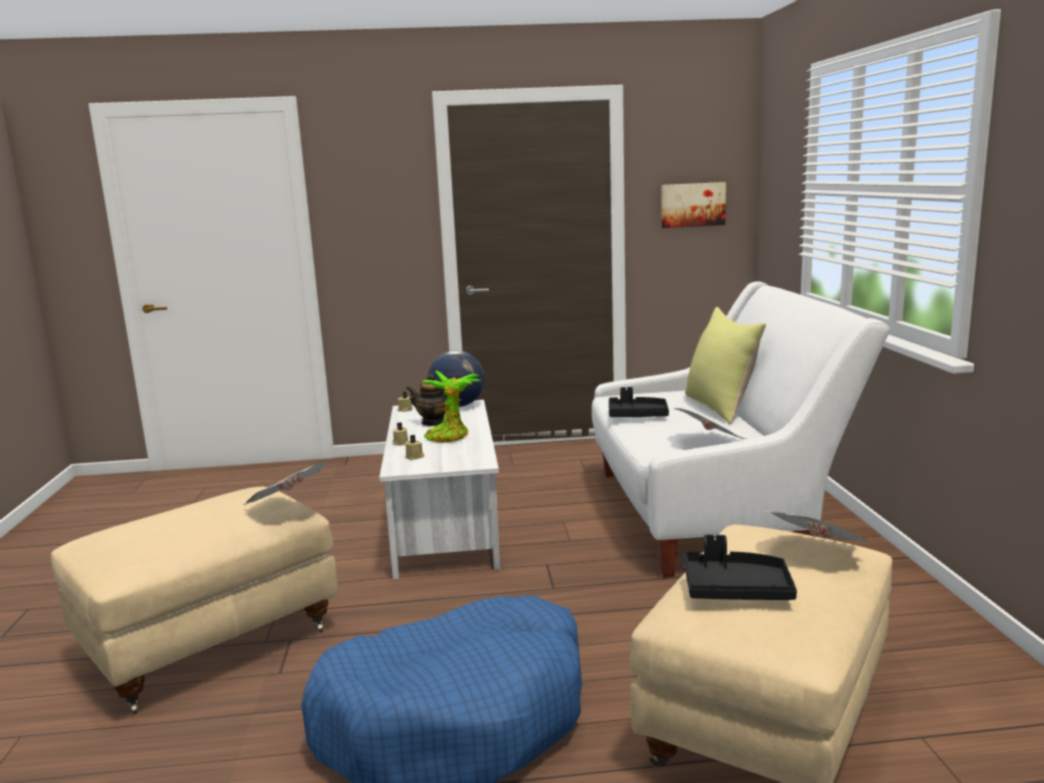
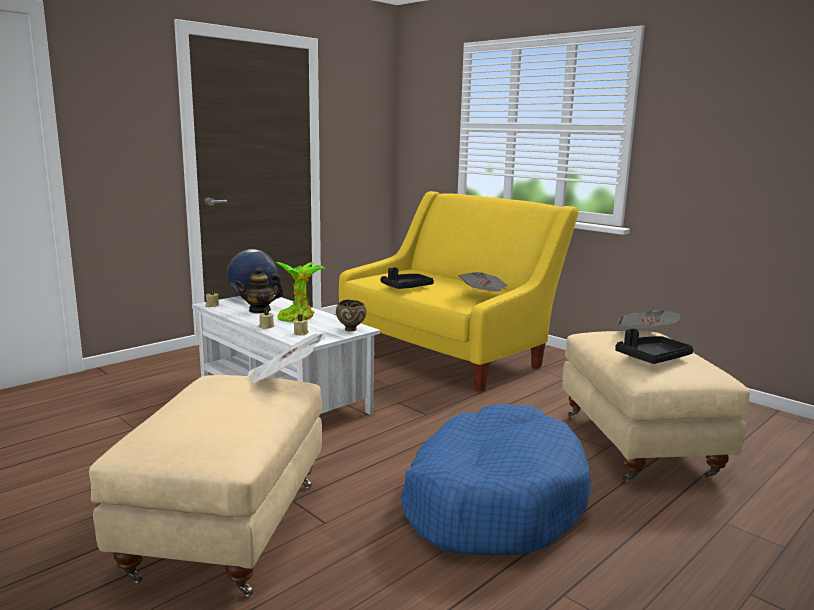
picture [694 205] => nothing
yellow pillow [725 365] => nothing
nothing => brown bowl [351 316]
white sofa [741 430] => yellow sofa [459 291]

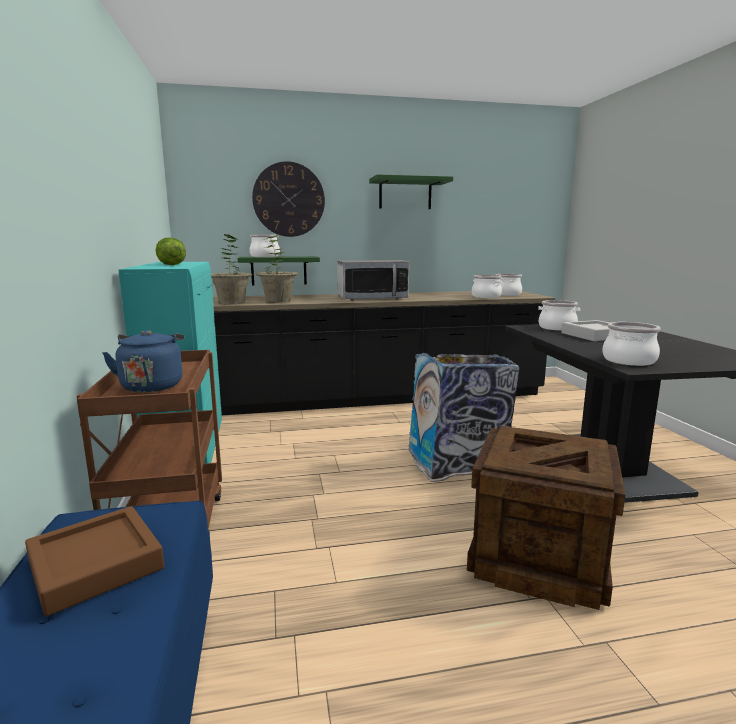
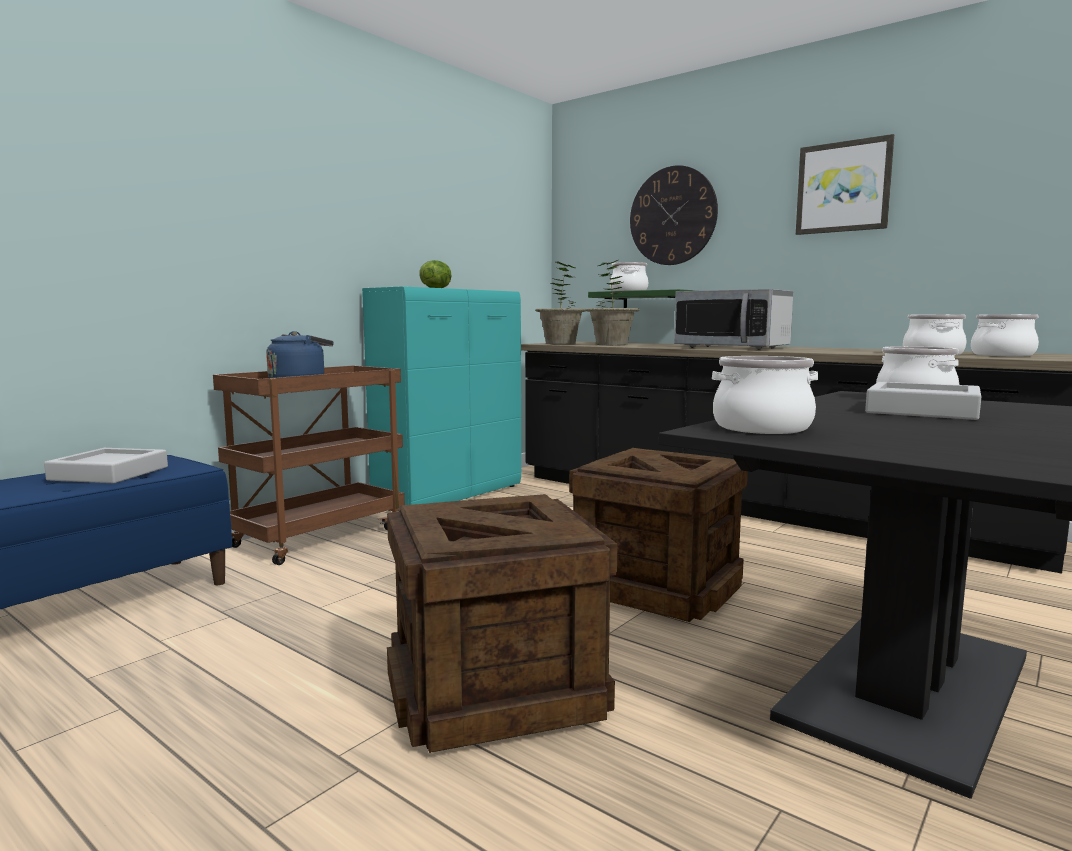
green shelf [411 191] => picture [845 184]
trash can [464 417] => crate [658 535]
brown tray [94 561] => grey tray [106 465]

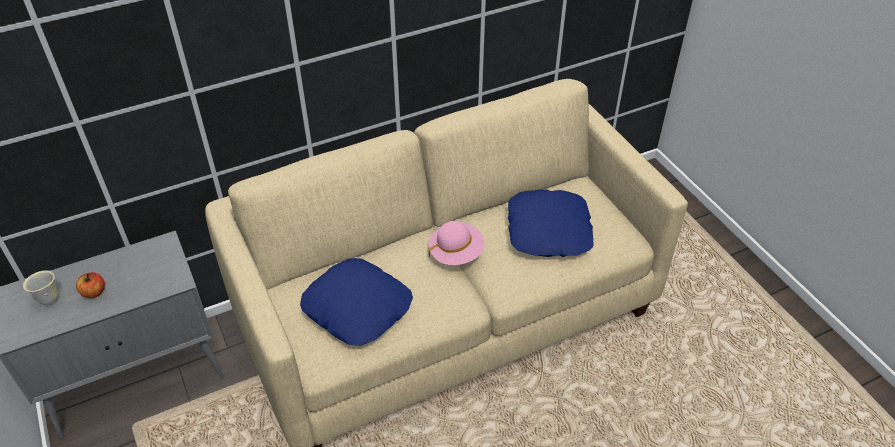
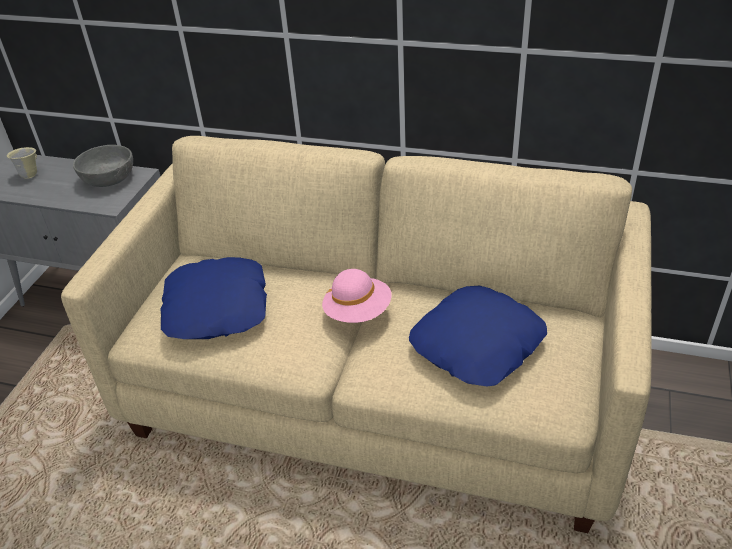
apple [90 285] => nothing
nothing => grey bowl [103 166]

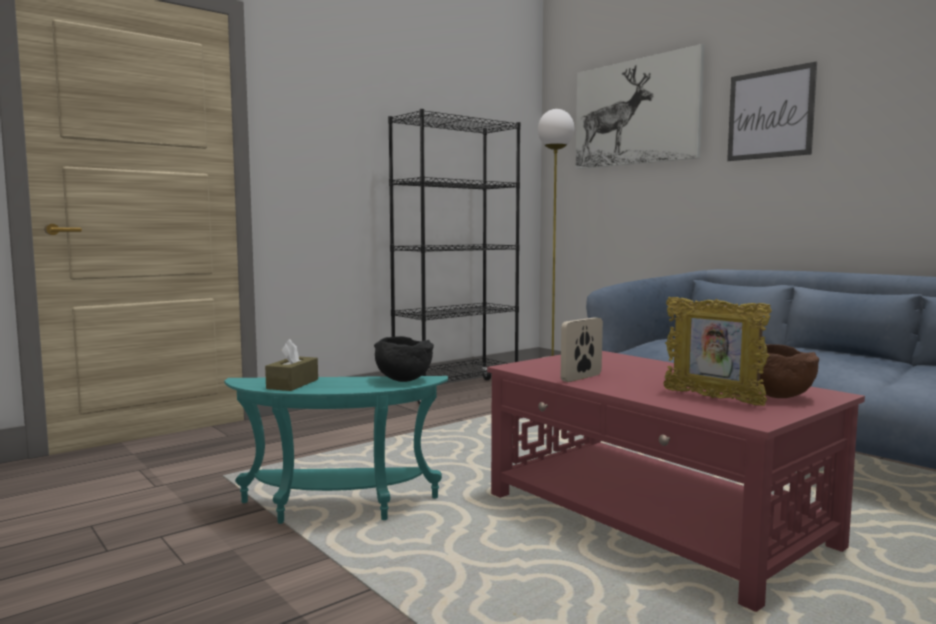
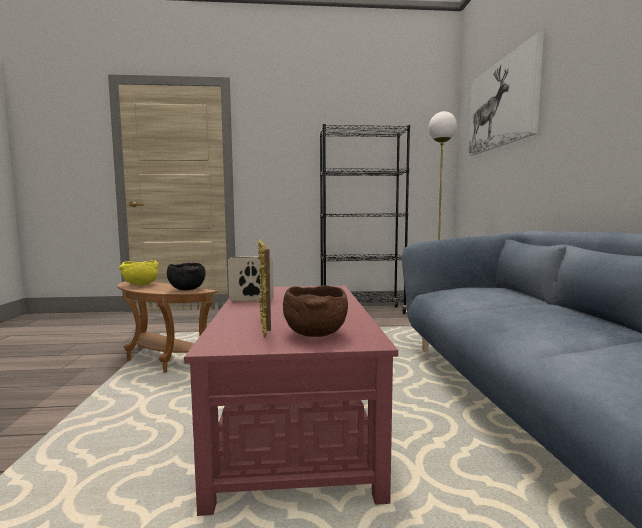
picture [772 111] => nothing
brown tissue box [291 365] => yellow bowl [139 272]
turquoise side table [336 450] => brown side table [168 327]

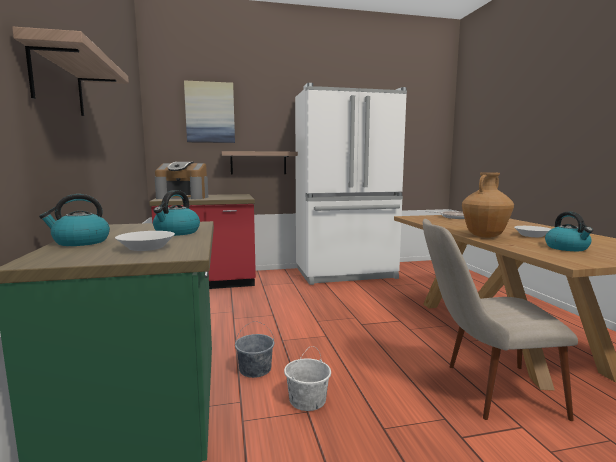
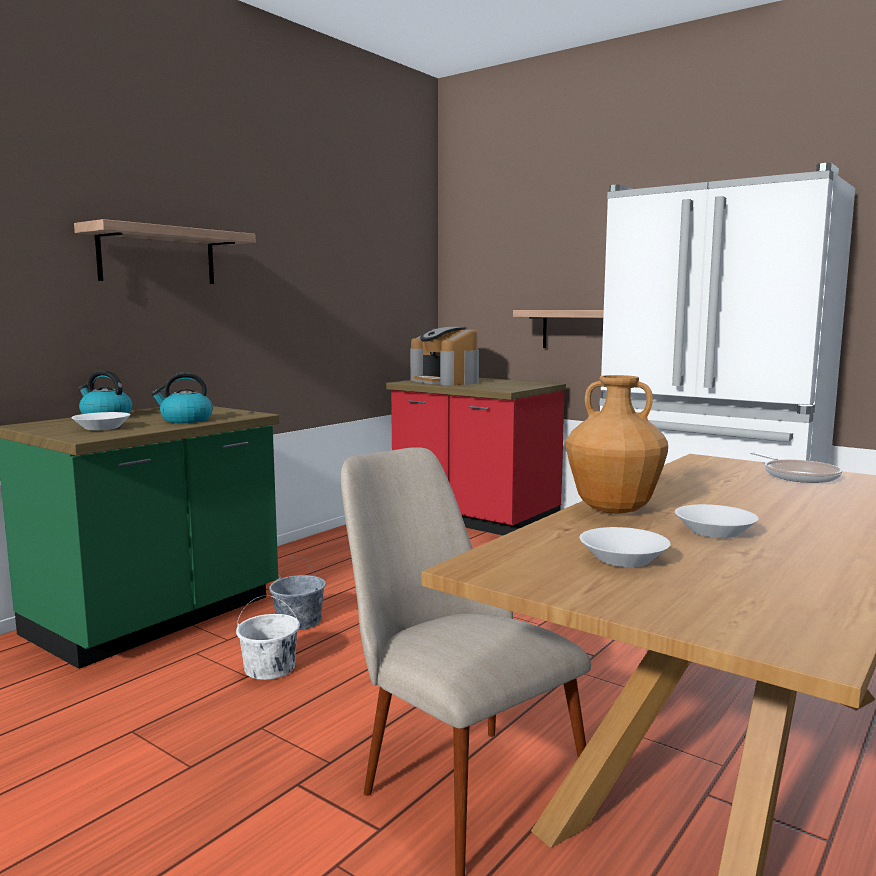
picture [209 111] => nothing
kettle [569 231] => white bowl [625 547]

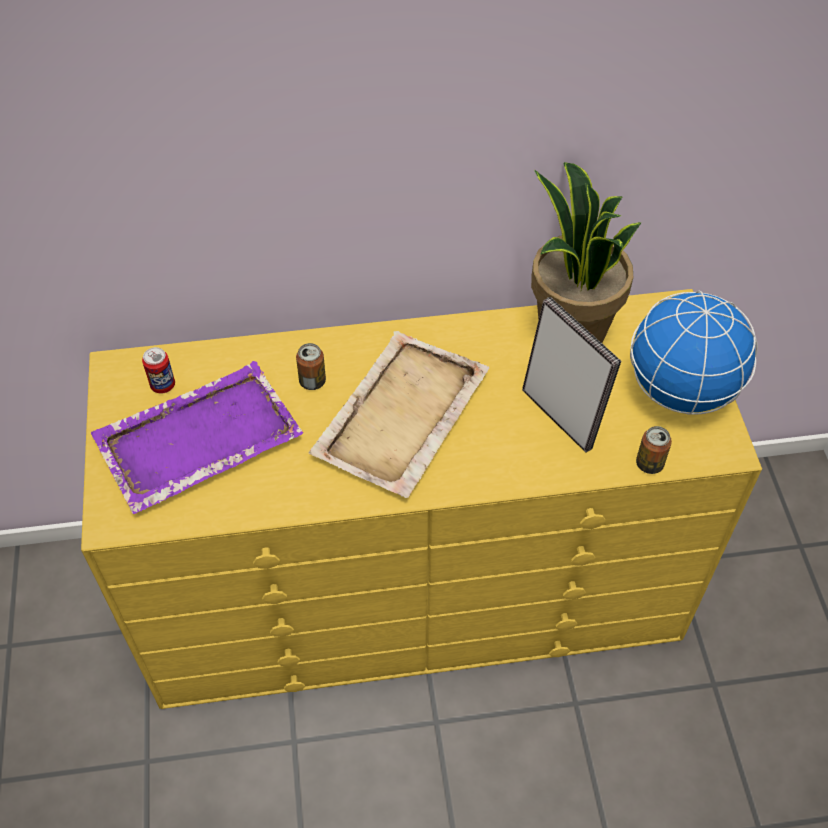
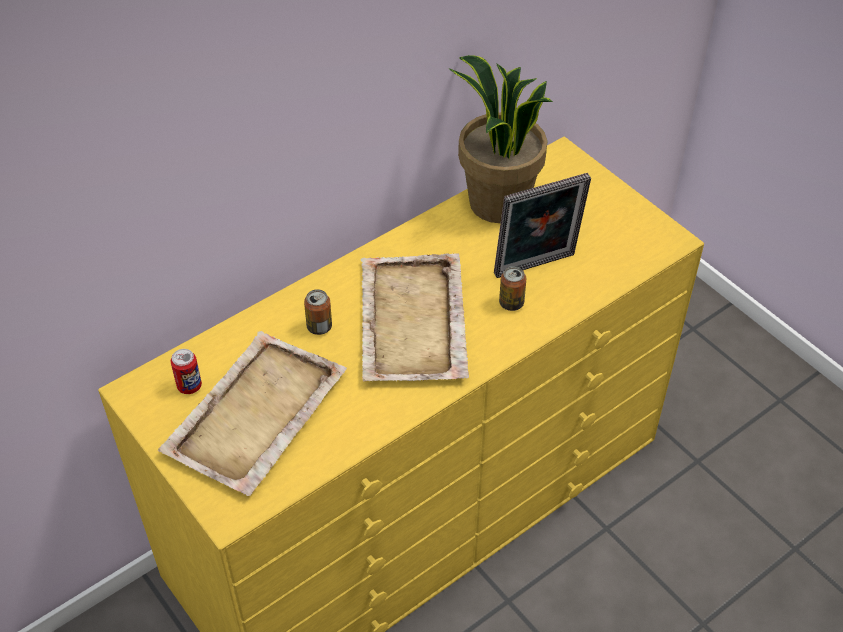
globe [694 353] => nothing
can [654 450] => can [512 288], moved
purple tray [197 437] => beige tray [252 413]
picture frame [571 374] => picture frame [542 225], 135 degrees clockwise

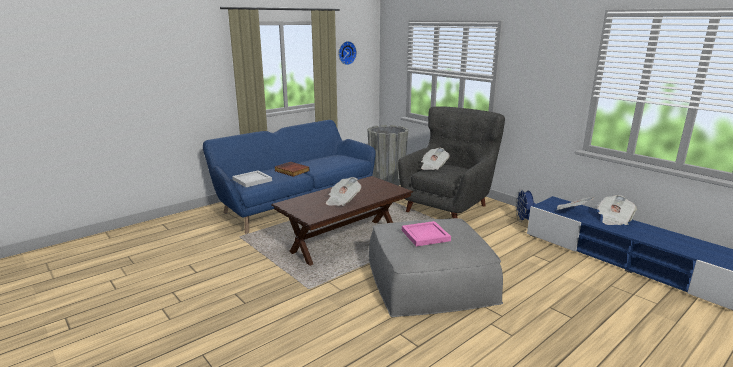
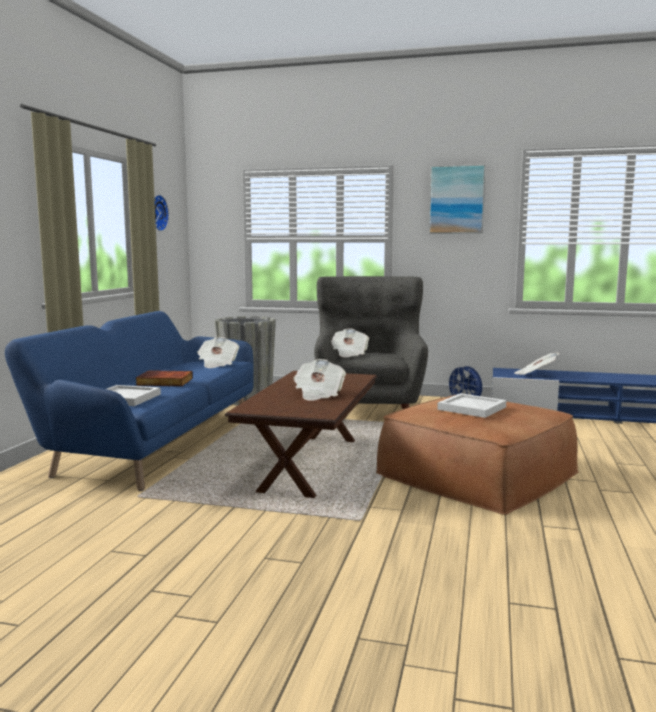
nothing => picture [457 199]
newspaper [617 210] => newspaper [218 352], moved
grey ottoman [436 267] => brown ottoman [477 455]
pink tray [426 233] => white tray [471 405]

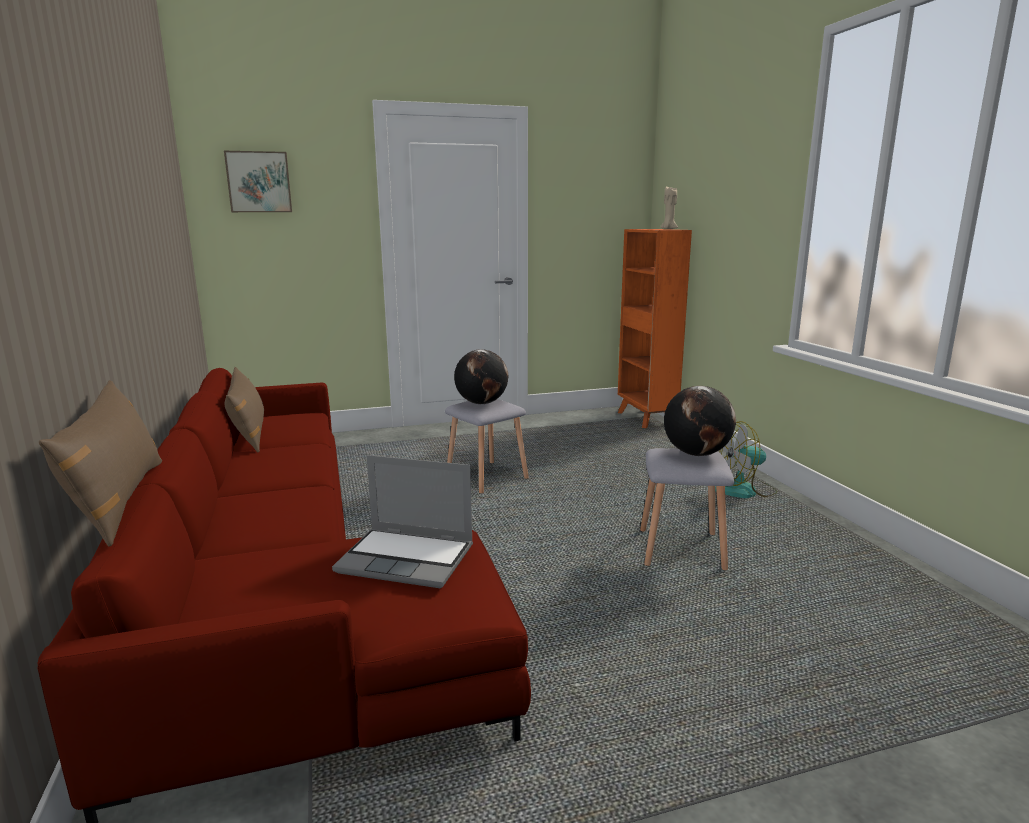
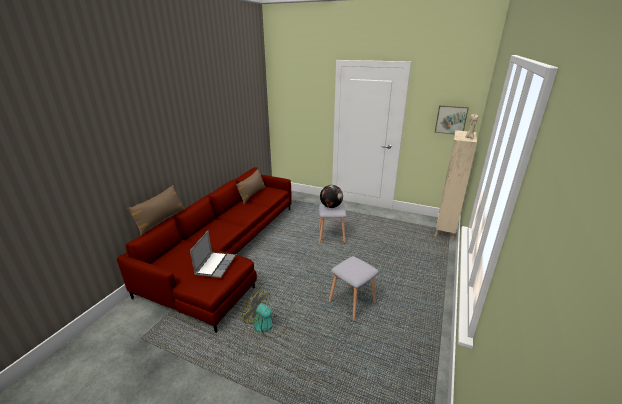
globe [700 421] => nothing
picture [258 181] => picture [452 119], moved
fan [746 459] => fan [264 313], moved
orange bookcase [655 328] => beige bookcase [455 185]
laptop [402 521] => laptop [213 254], 135 degrees counterclockwise

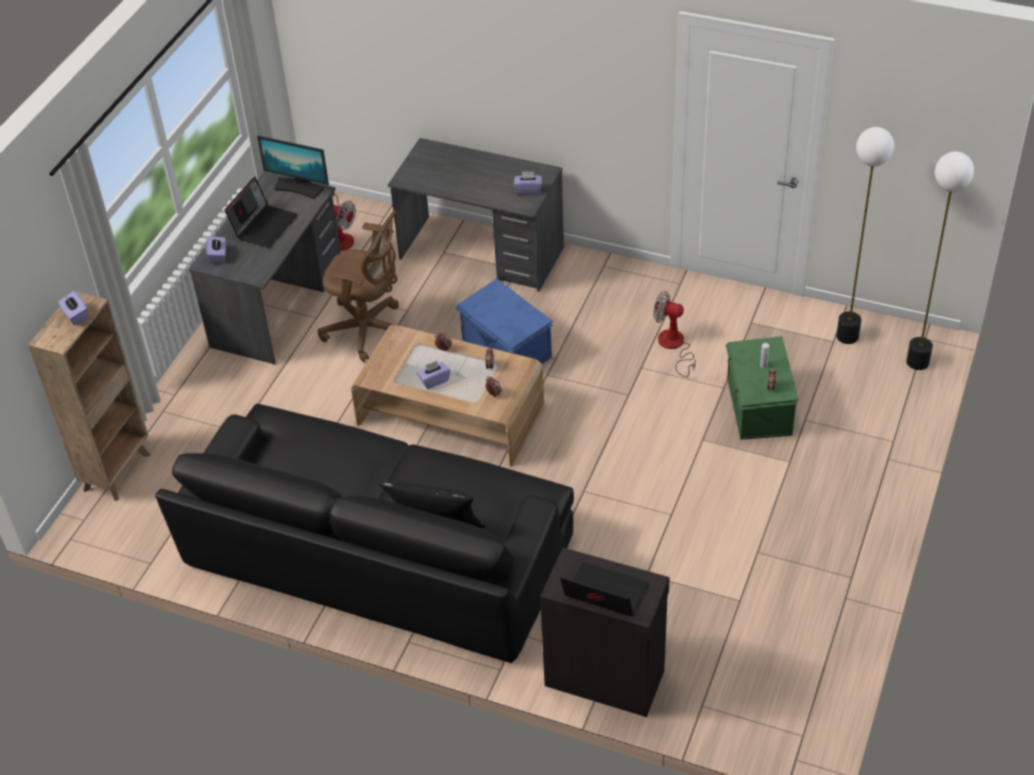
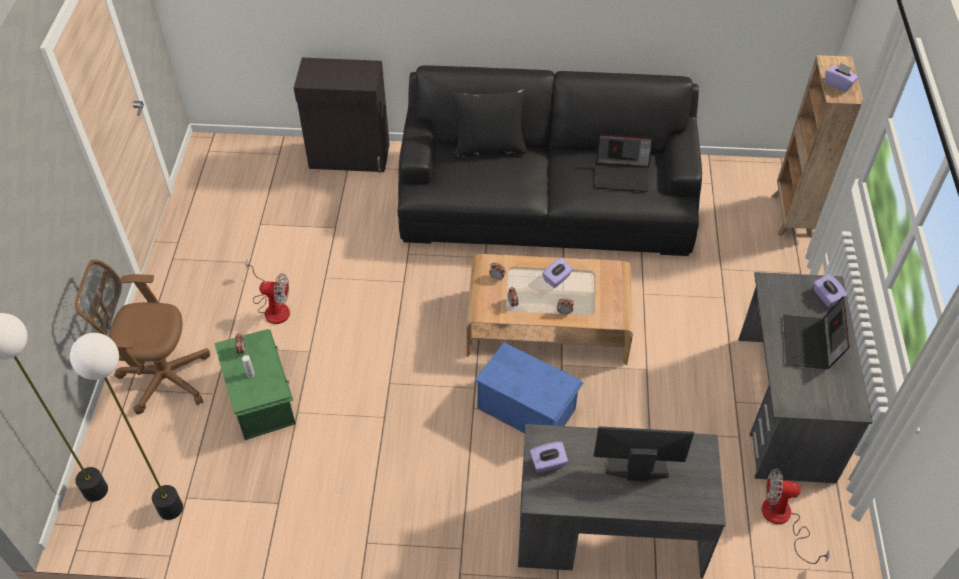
monitor [293 167] => monitor [644 454], moved
brown office chair [358 286] => brown office chair [142 337], moved
laptop [604 589] => laptop [624 163], moved
fan [674 334] => fan [267 292], moved

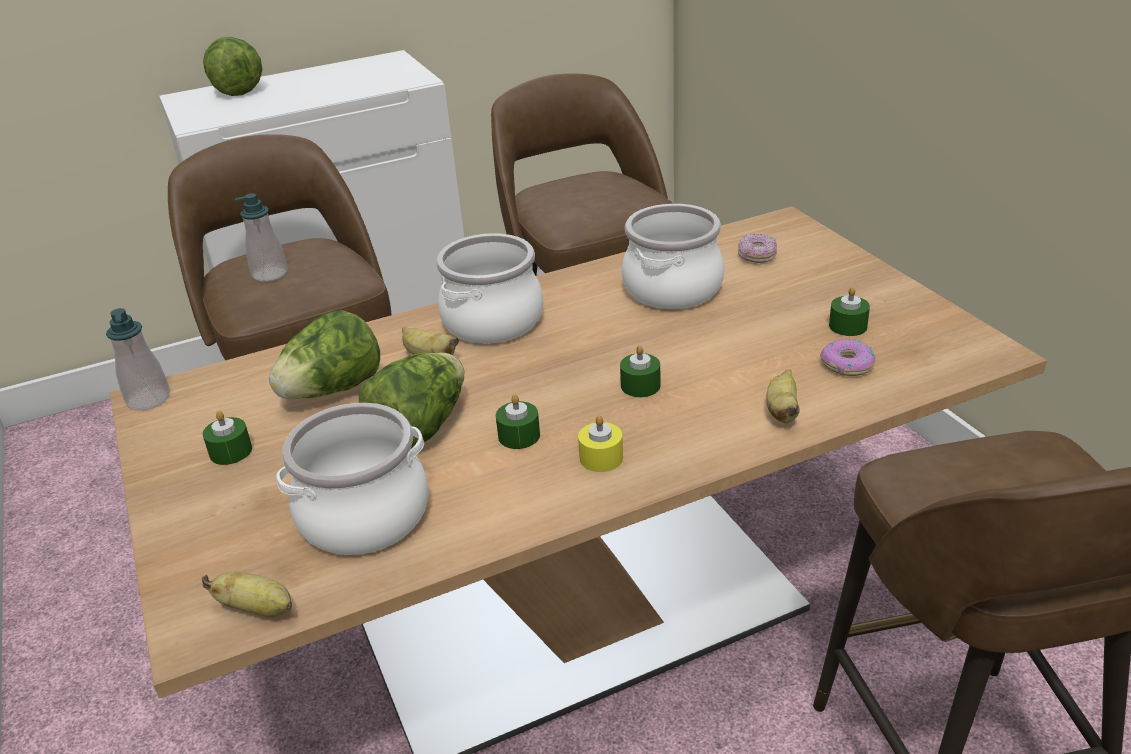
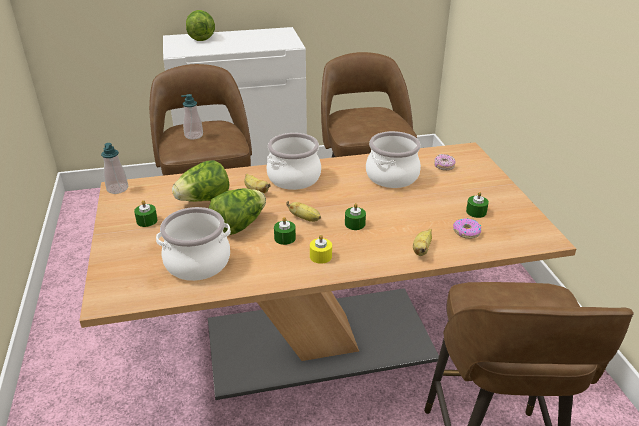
banana [247 594] => banana [304 211], moved

